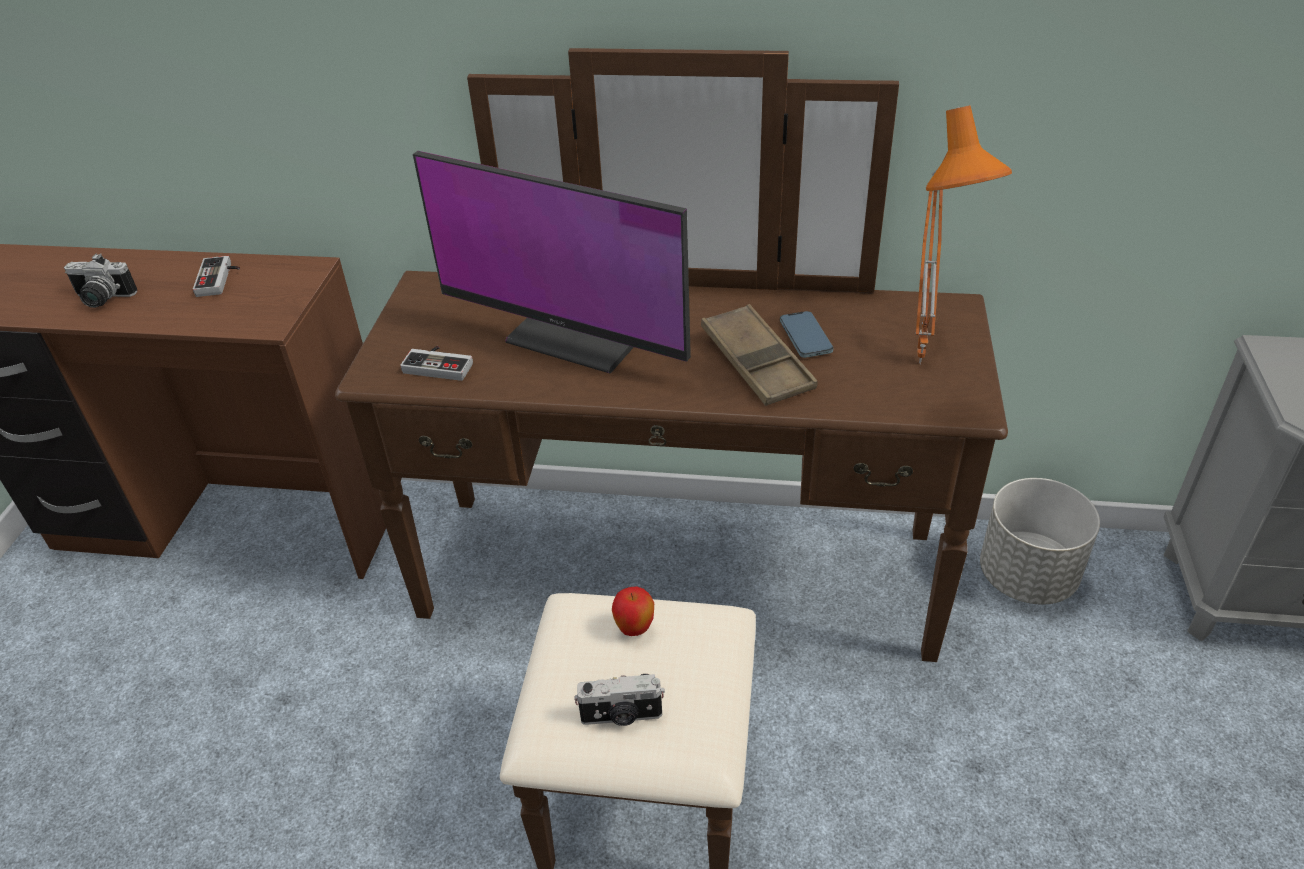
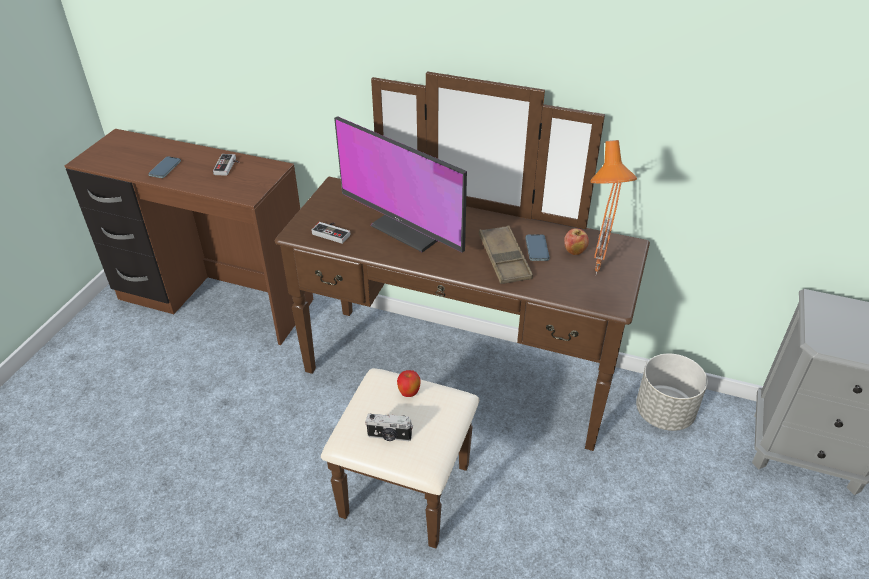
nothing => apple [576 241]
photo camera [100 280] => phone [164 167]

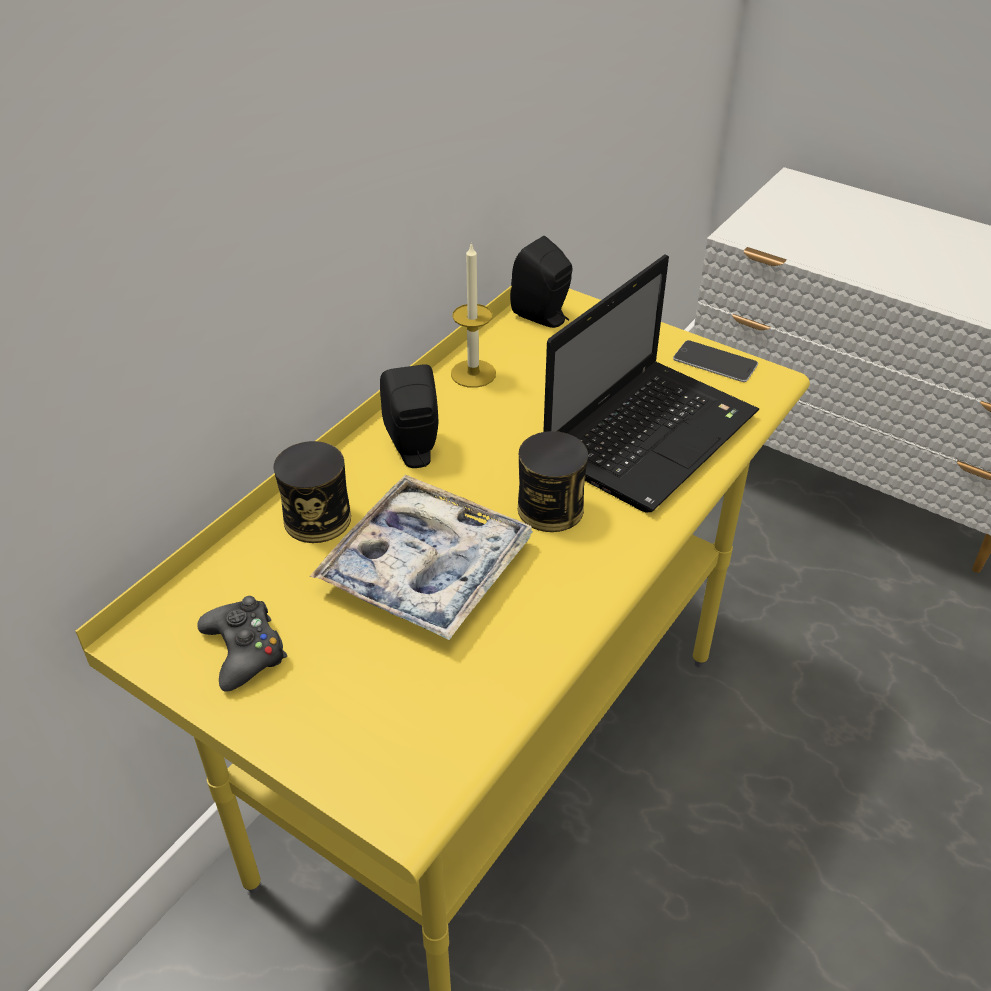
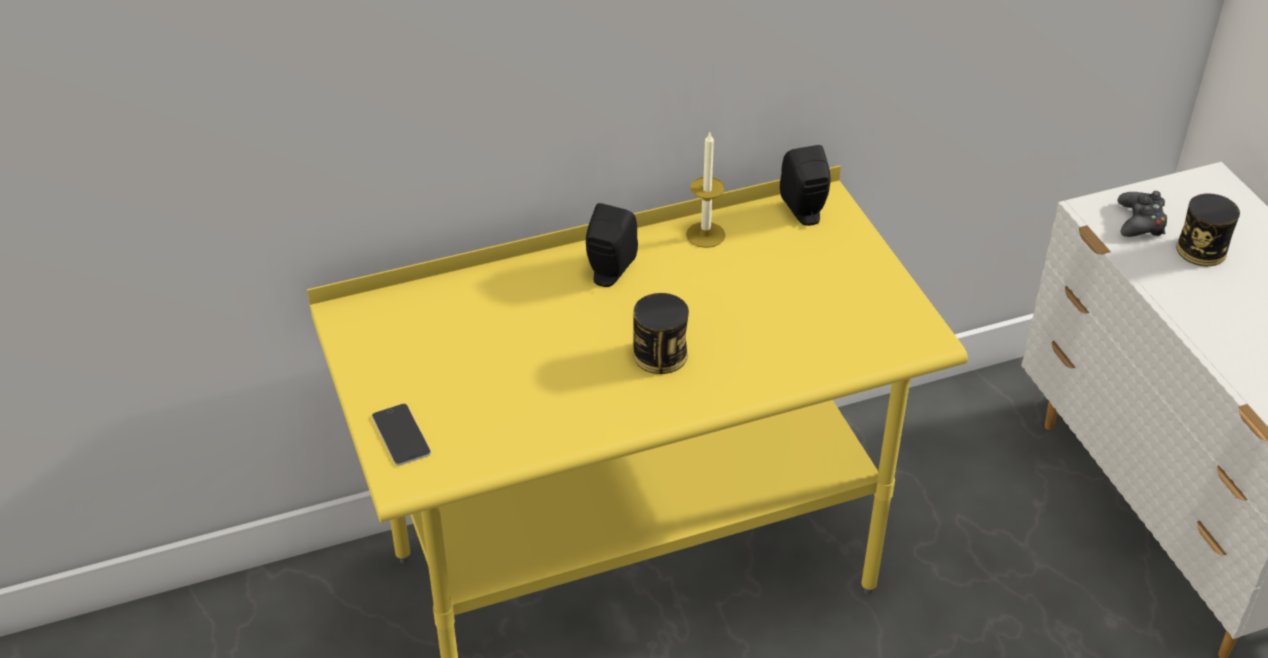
tray [421 558] => nothing
laptop [651 383] => nothing
black game controller [242 644] => black game controller [1142 214], moved
can [312 492] => can [1208 229], moved
phone [715 361] => phone [401 435], moved

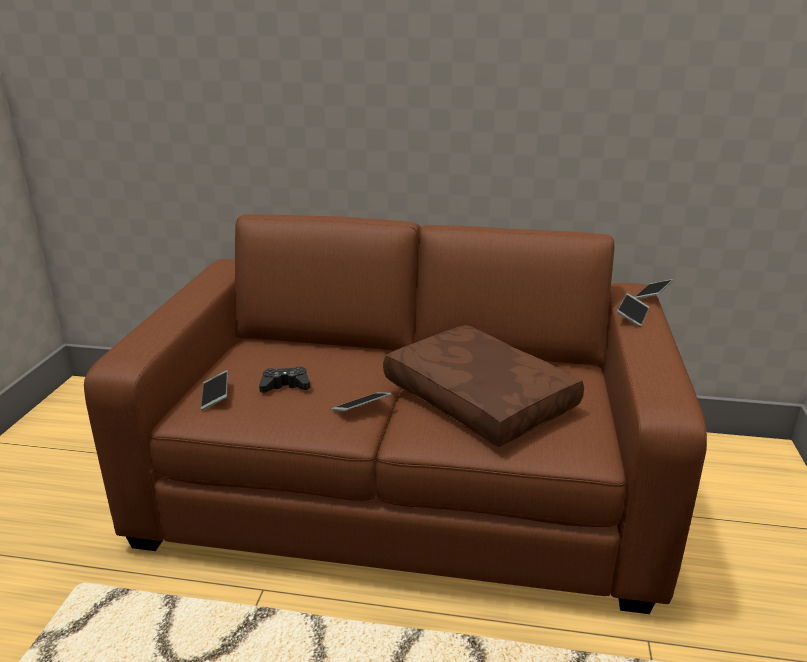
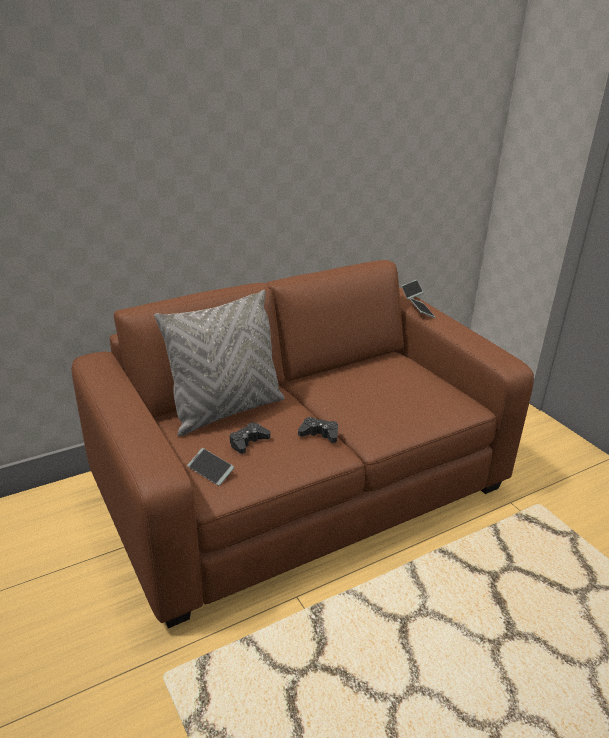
brown pillow [483 386] => nothing
nothing => grey pillow [219 363]
phone [361 401] => black game controller [318 430]

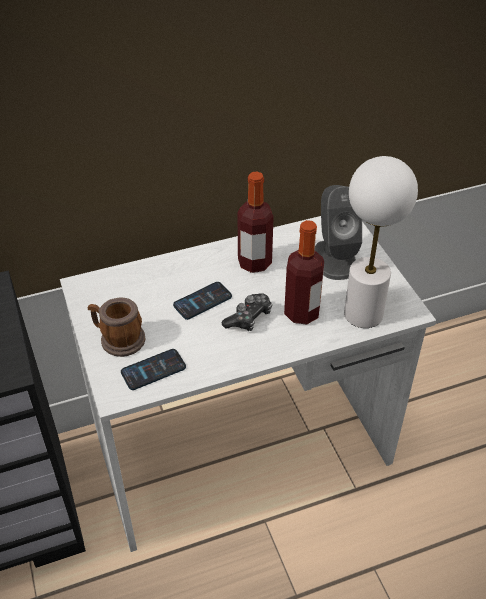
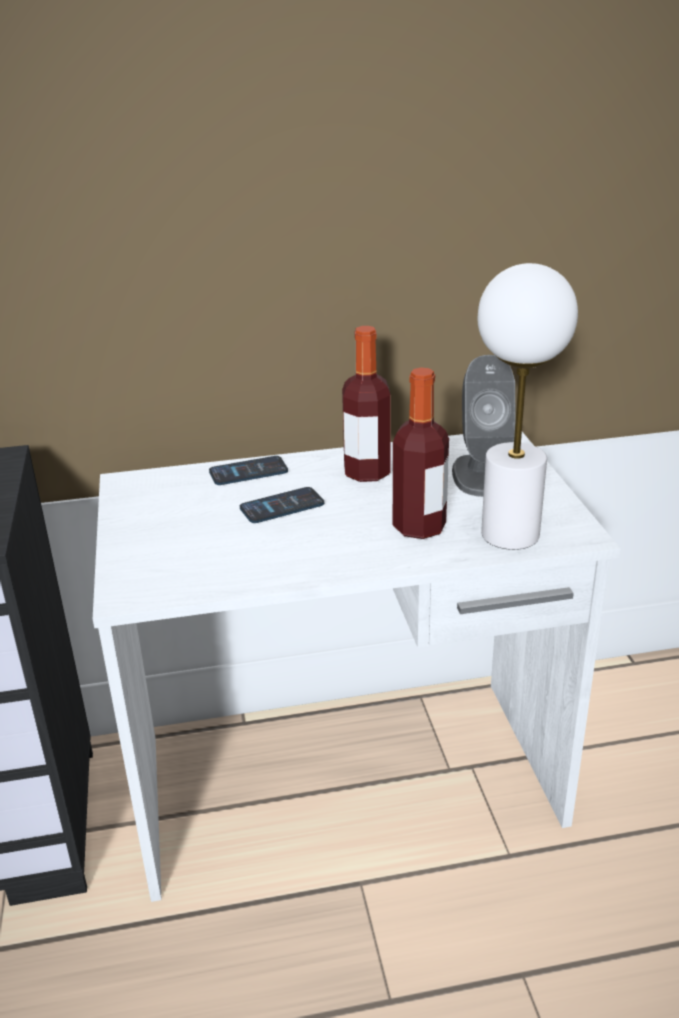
mug [116 327] => nothing
game controller [246 312] => nothing
phone [153 369] => phone [248 470], moved

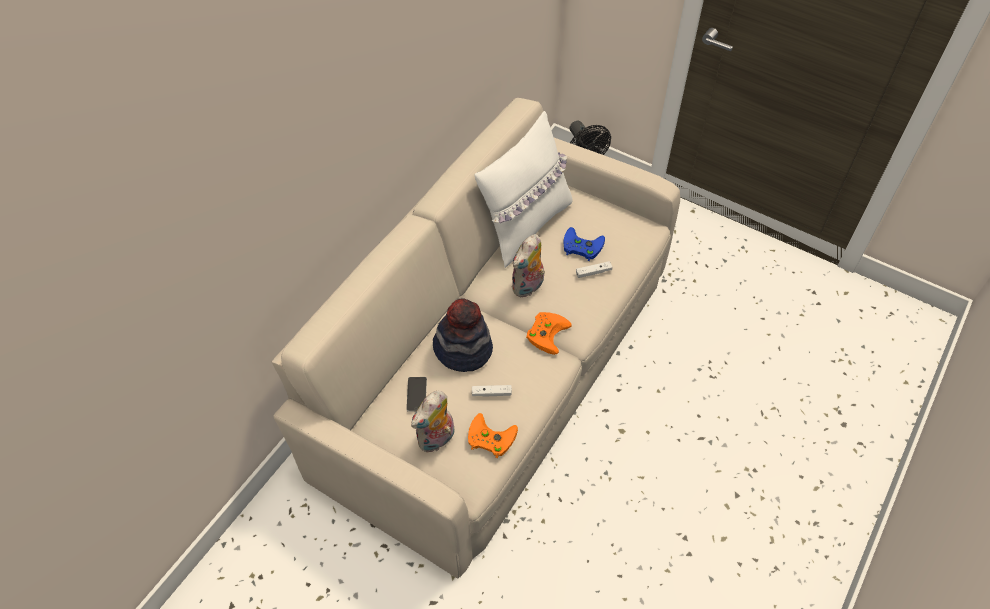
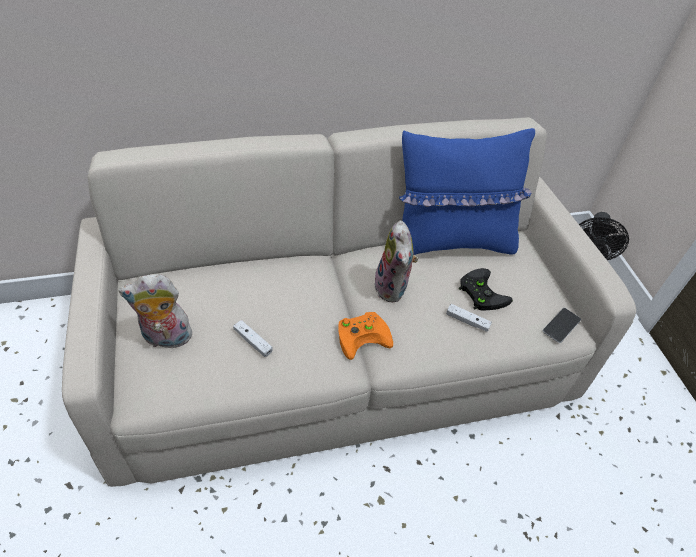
hat [463 335] => nothing
orange game controller [493 435] => nothing
phone [416 394] => phone [561 325], moved
white pillow [524 189] => blue pillow [467 191]
blue game controller [584 244] => black game controller [486 289]
plush toy [528 266] => plush toy [396 261], 90 degrees counterclockwise

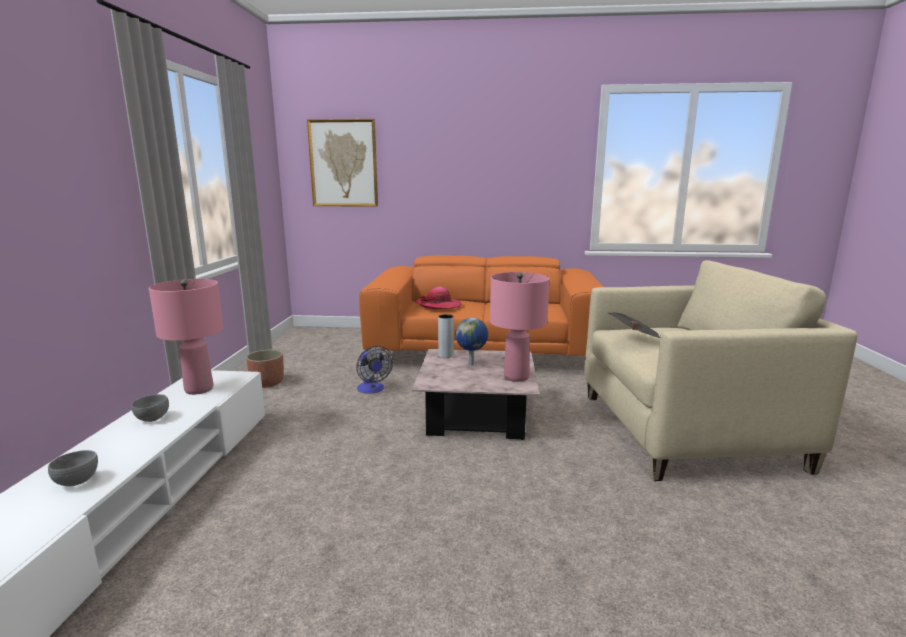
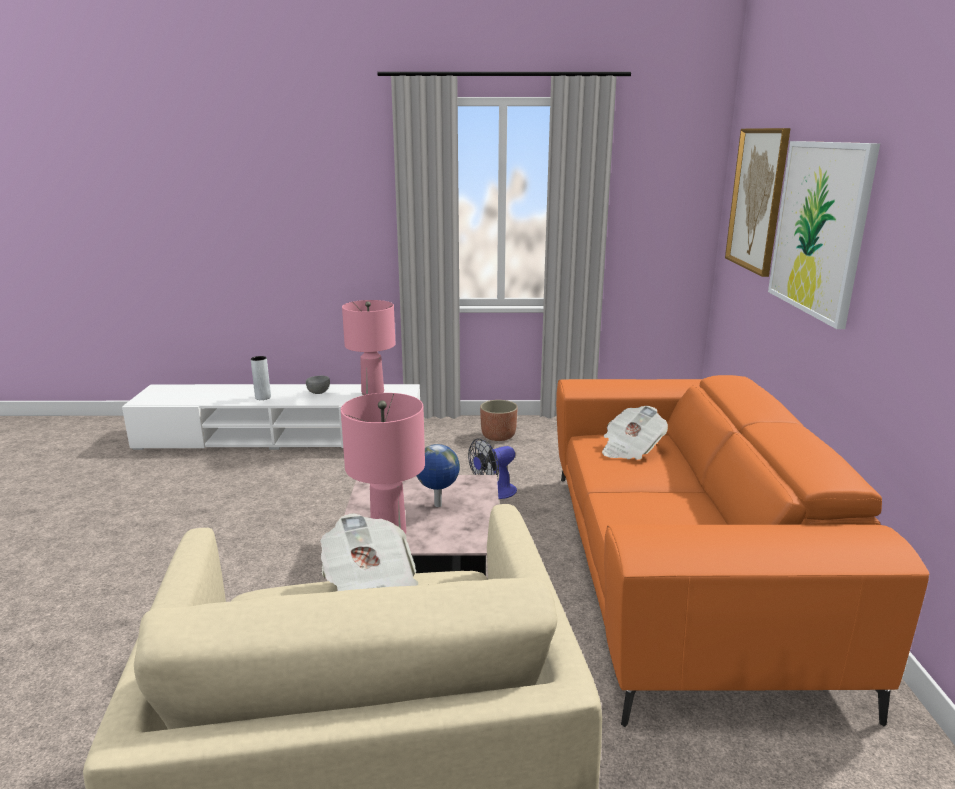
grey bowl [73 468] => nothing
nothing => picture [824 235]
grey vase [446 336] => grey vase [261 378], moved
hat [438 298] => newspaper [635 433]

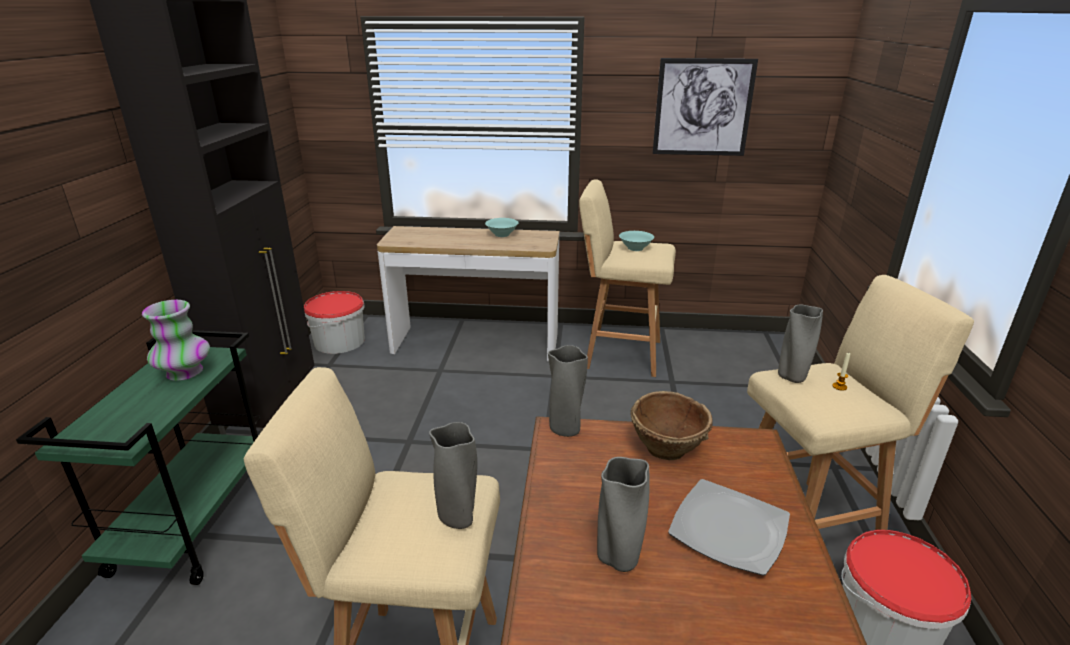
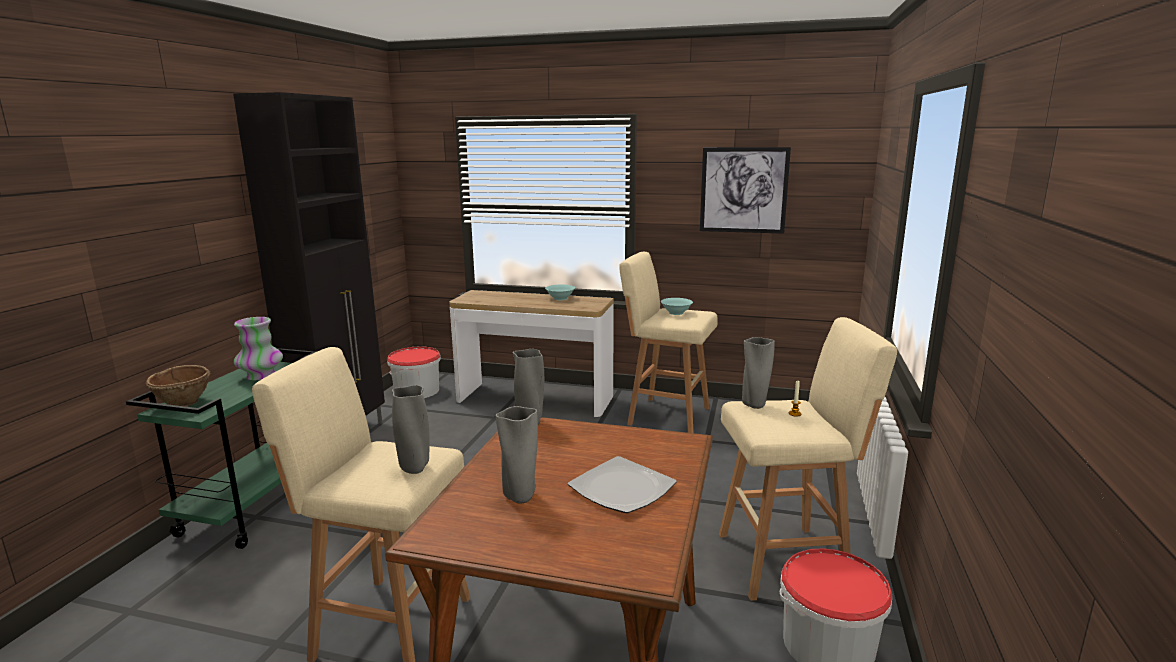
brown bowl [671 425] => brown bowl [178 386], moved

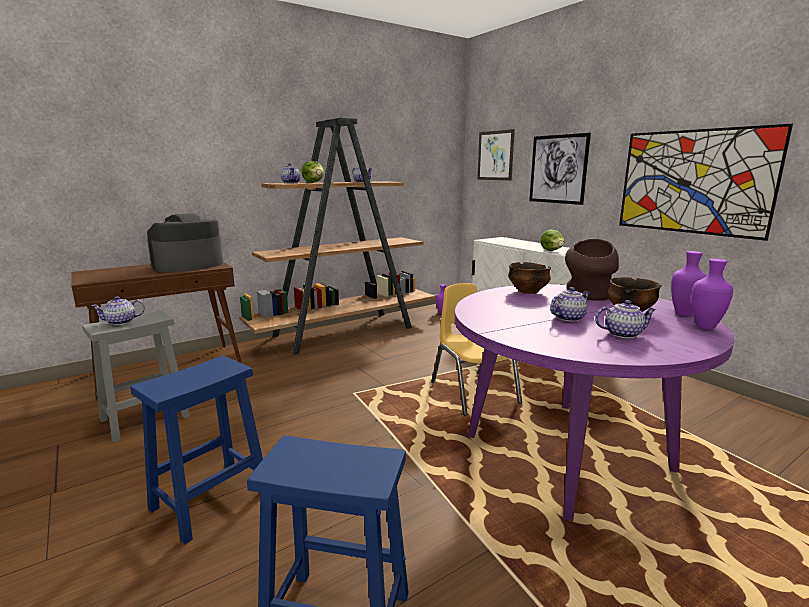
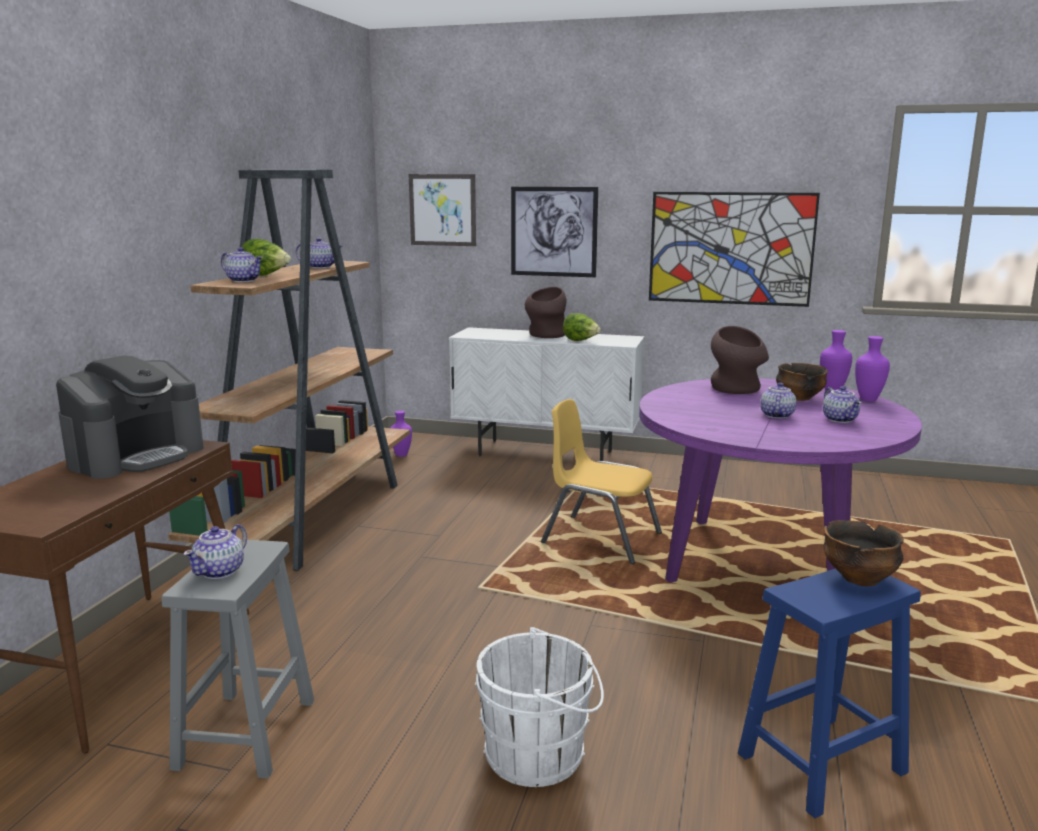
nothing => brown vase [546 312]
bowl [529 278] => bowl [863 553], moved
blue stool [196 450] => white bucket [539 707]
coffee machine [185 242] => coffee machine [130 417], 150 degrees counterclockwise
teapot [626 319] => teapot [842 404], 120 degrees clockwise

